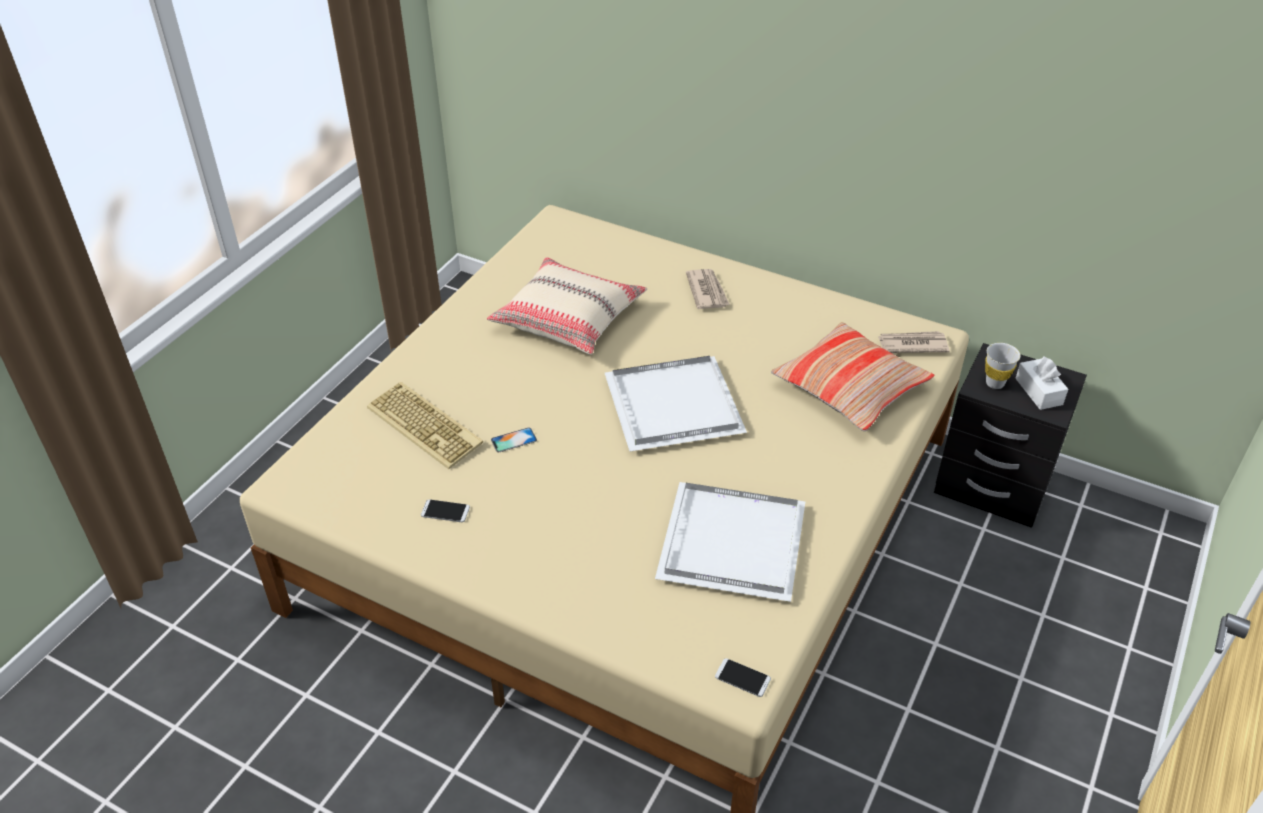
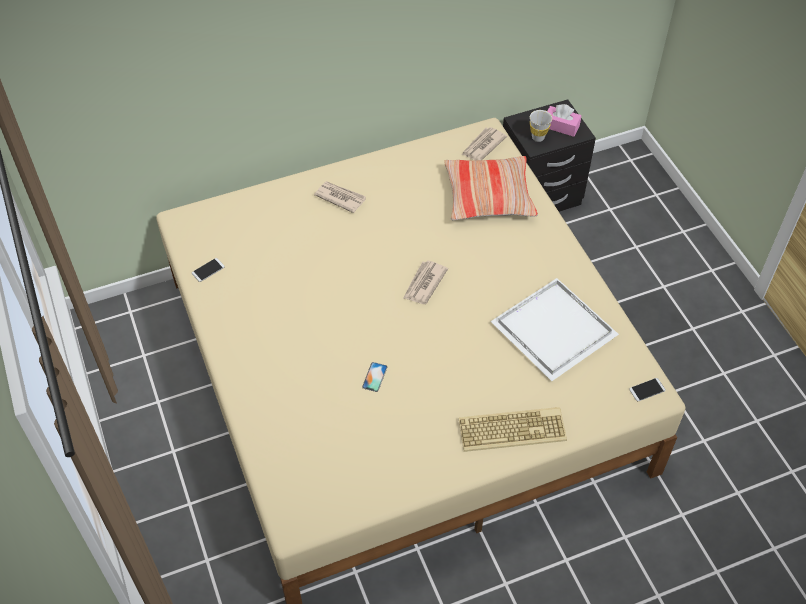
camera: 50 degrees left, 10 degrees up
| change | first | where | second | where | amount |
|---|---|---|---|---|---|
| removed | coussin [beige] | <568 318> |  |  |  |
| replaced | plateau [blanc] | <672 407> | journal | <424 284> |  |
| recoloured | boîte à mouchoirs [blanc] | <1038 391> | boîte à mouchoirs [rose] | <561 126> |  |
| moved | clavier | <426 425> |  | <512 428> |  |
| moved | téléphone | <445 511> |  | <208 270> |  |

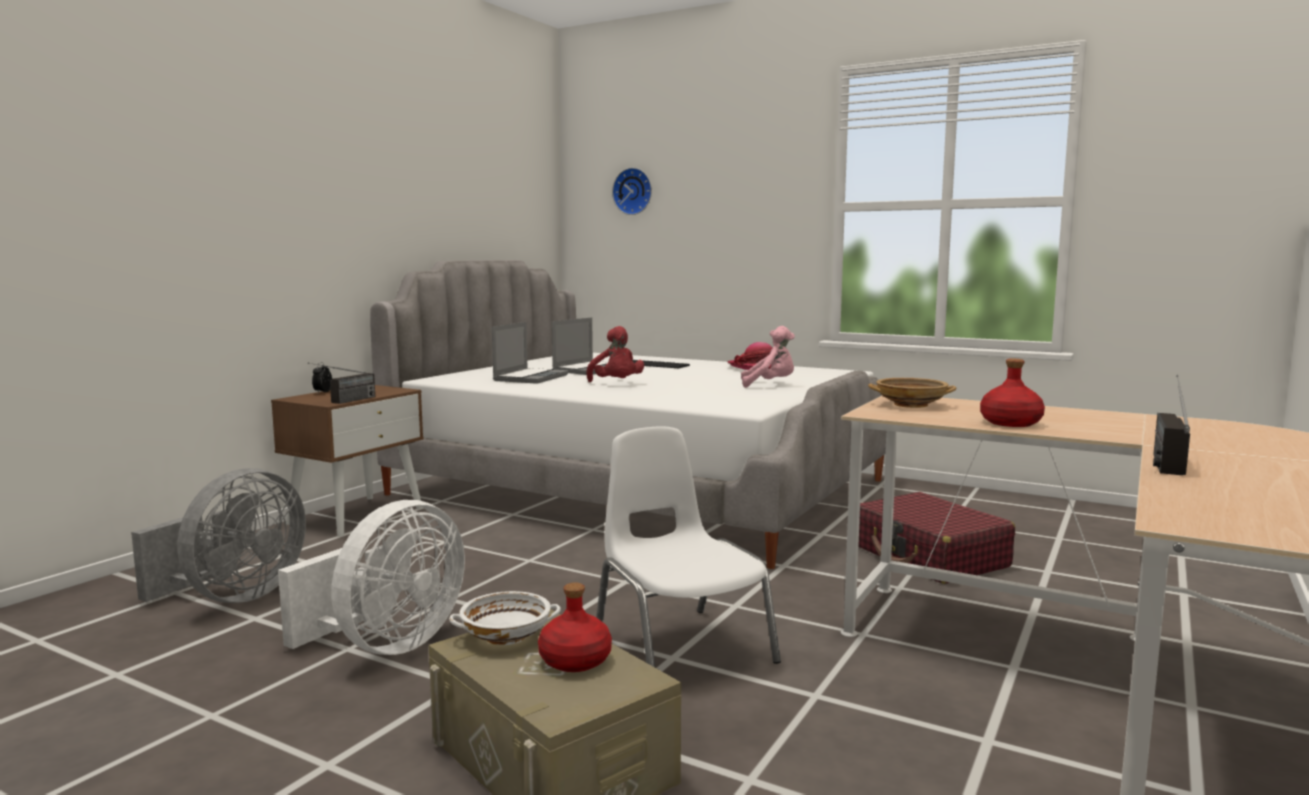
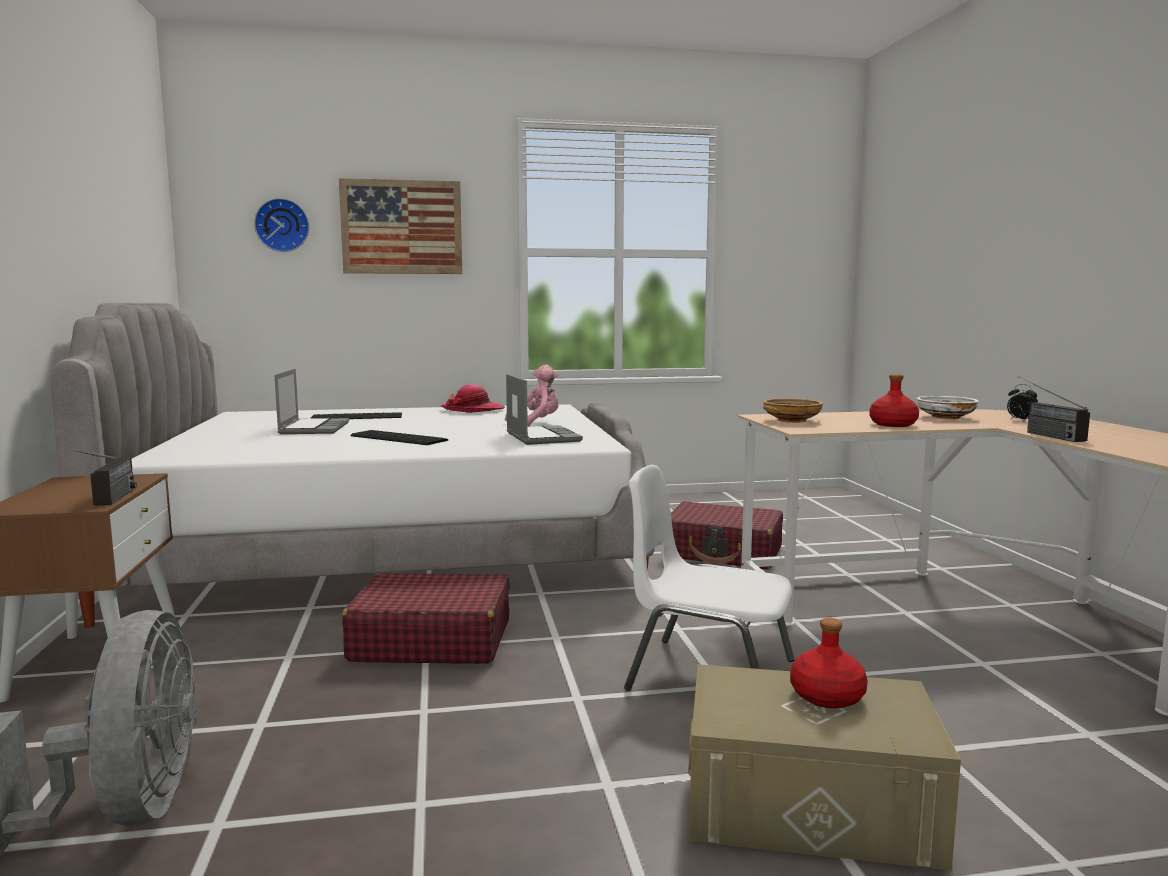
camera: 40 degrees left, 0 degrees up
| change | first | where | second | where | amount |
|---|---|---|---|---|---|
| moved | ordinateur portable | <530 377> |  | <541 437> |  |
| replaced | peluche [rouge] | <616 384> | clavier | <398 438> |  |
| moved | réveil | <322 392> |  | <1020 420> |  |
| removed | ventilateur [blanc] | <387 645> |  |  |  |
| moved | bol [blanc] | <507 635> |  | <945 417> |  |
| added |  |  | tableau | <402 227> |  |
| added |  |  | valise [rouge] | <431 640> |  |

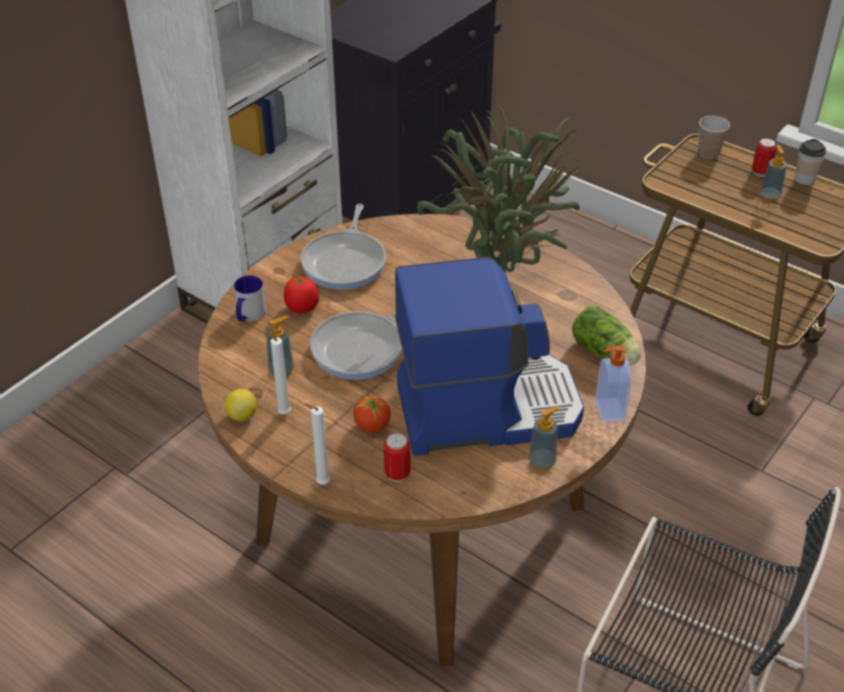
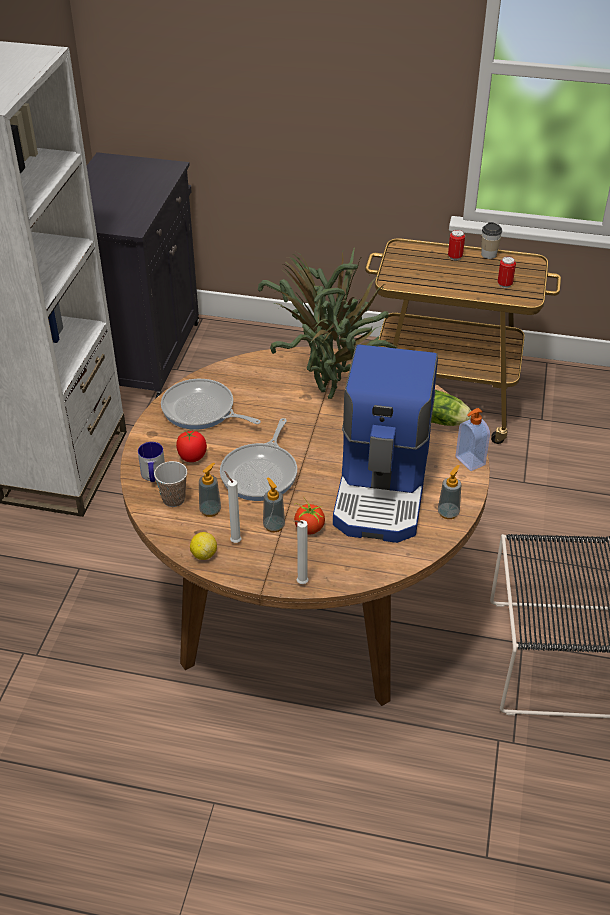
camera: 25 degrees left, 0 degrees up
| change | first | where | second | where | amount |
|---|---|---|---|---|---|
| moved | tasse | <708 153> |  | <173 499> |  |
| moved | distributeur de savon | <769 196> |  | <274 526> |  |
| turned | poêle | <345 262> |  | <201 411> | 135 degrees clockwise |
| turned | machine à café | <486 408> |  | <384 488> | 135 degrees clockwise |
| moved | boîte métallique | <397 474> |  | <504 284> |  |

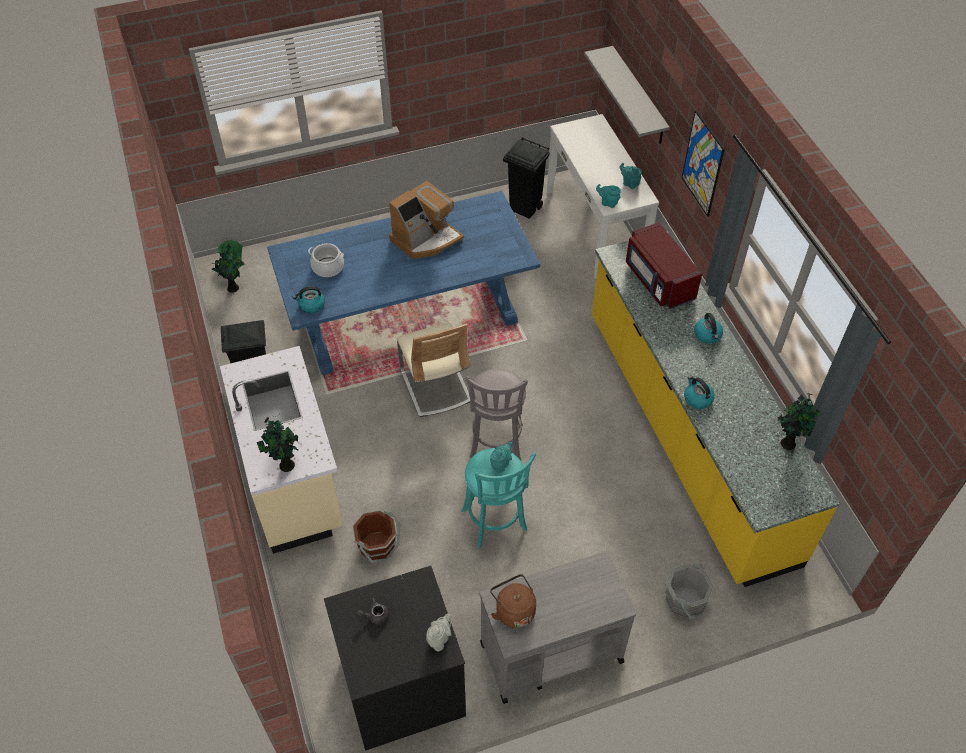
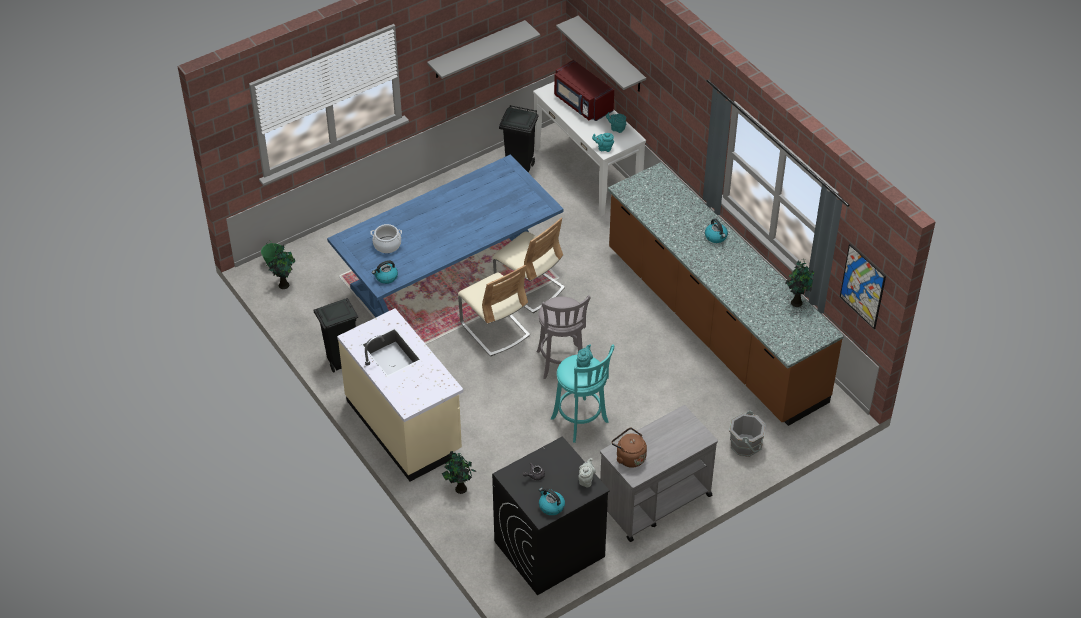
camera: 15 degrees left, 5 degrees down
| change | first | where | second | where | amount |
|---|---|---|---|---|---|
| moved | tableau | <702 164> |  | <862 286> |  |
| removed | machine à café | <426 239> |  |  |  |
| moved | micro-ondes [rouge] | <658 280> |  | <582 103> |  |
| recoloured | comptoir de cuisine [jaune] | <686 435> | comptoir de cuisine [marron] | <714 326> |  |
| moved | bouilloire | <697 398> |  | <551 506> |  |
| moved | plante en pot | <285 465> |  | <459 489> |  |
| removed | seau [marron] | <378 546> |  |  |  |
| added |  |  | étagère [gris] | <477 50> |  |
| added |  |  | chaise [beige] | <529 287> |  |

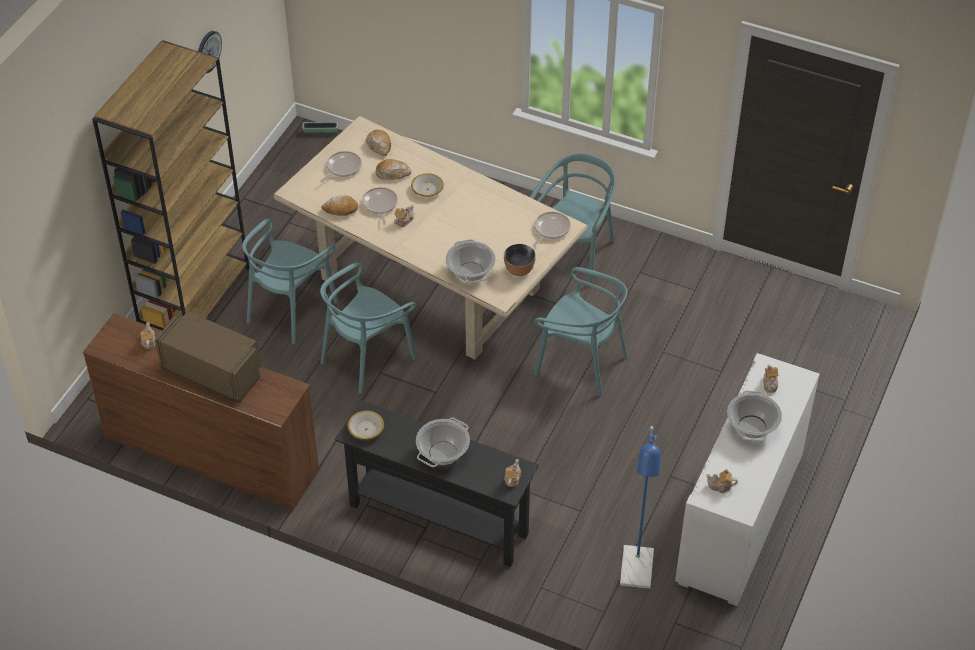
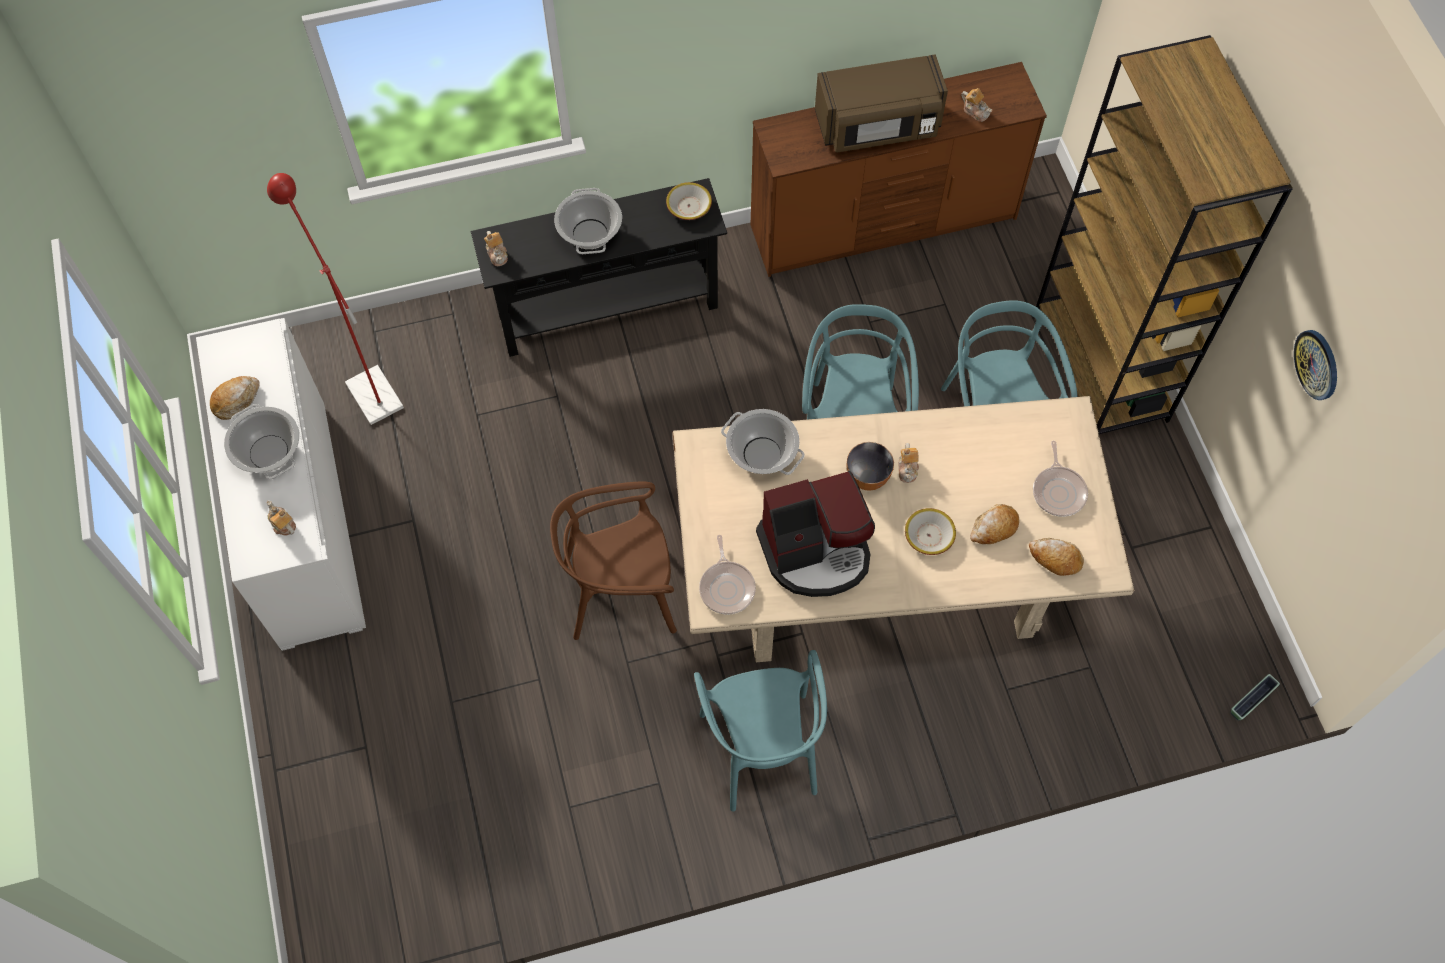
camera: 140 degrees right, 15 degrees up
| change | first | where | second | where | amount |
|---|---|---|---|---|---|
| removed | poêle | <380 205> |  |  |  |
| moved | pain | <340 210> |  | <236 400> |  |
| moved | bol | <519 270> |  | <868 477> |  |
| recoloured | chaise [turquoise] | <581 362> | chaise [marron] | <620 592> |  |
| recoloured | lampadaire [bleu] | <636 576> | lampadaire [rouge] | <369 387> |  |
| removed | théière | <720 486> |  |  |  |
| added |  |  | machine à café | <816 551> |  |

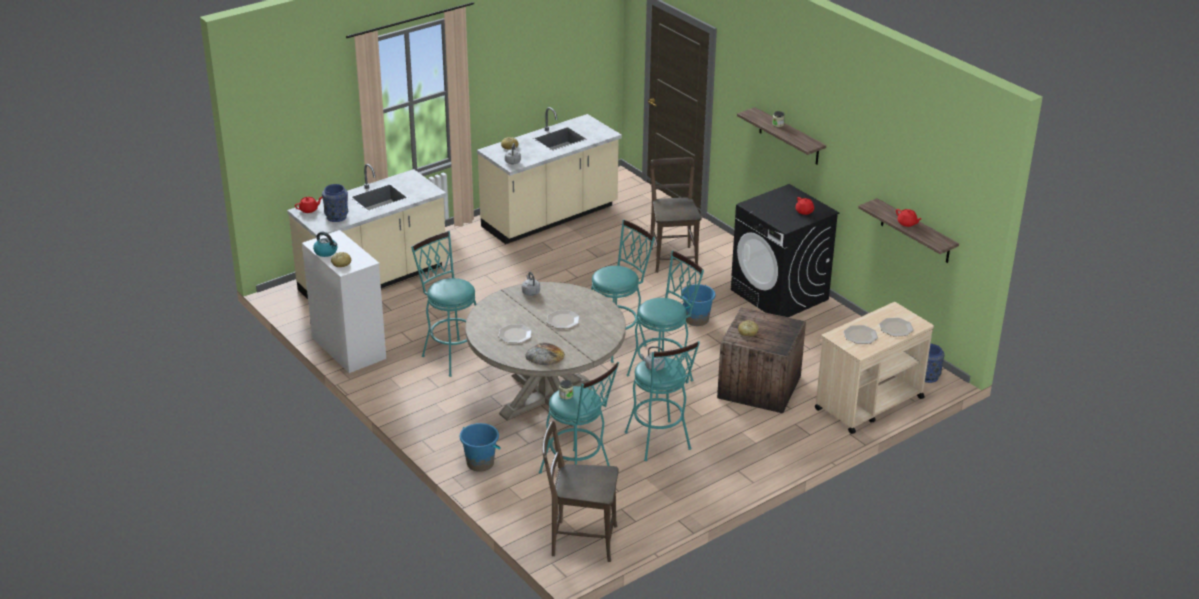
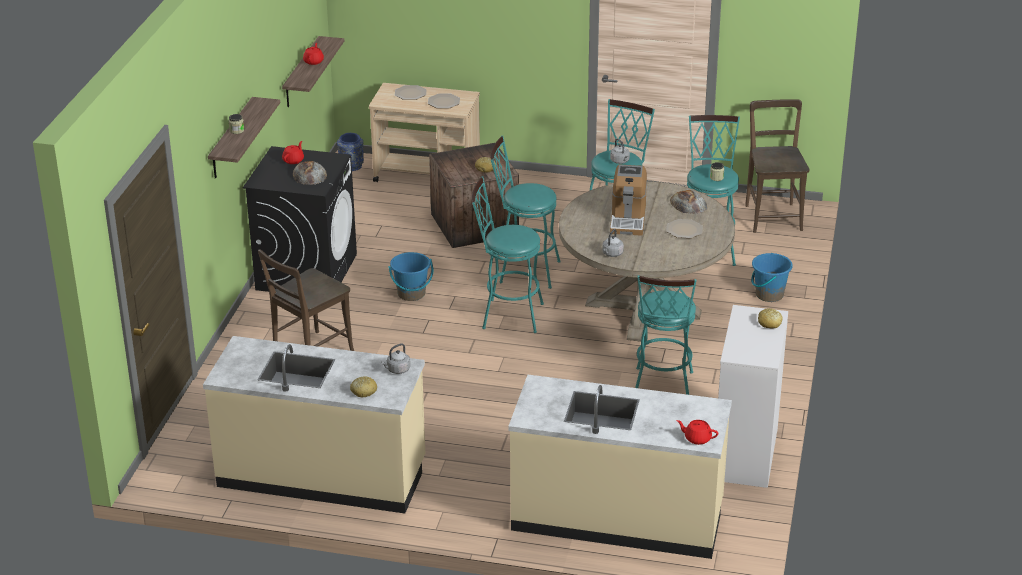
camera: 130 degrees left, 0 degrees up
| change | first | where | second | where | amount |
|---|---|---|---|---|---|
| removed | vase [bleu] | <336 216> |  |  |  |
| removed | bouilloire | <326 252> |  |  |  |
| replaced | assiette | <563 320> | machine à café | <628 219> |  |
| turned | chaise [marron] | <580 540> |  | <772 216> | 150 degrees counterclockwise |
| added |  |  | pain | <309 175> |  |

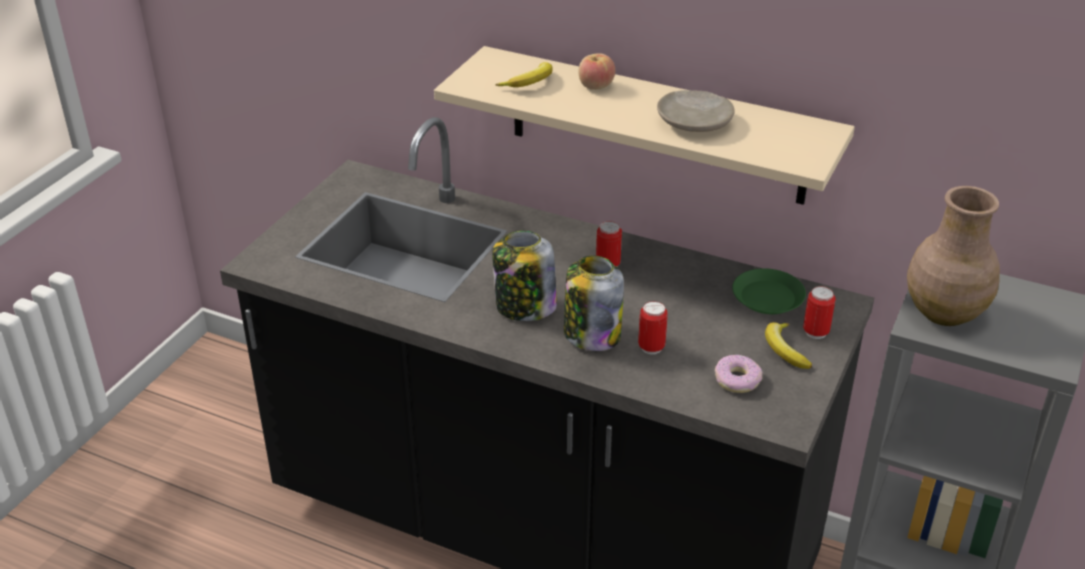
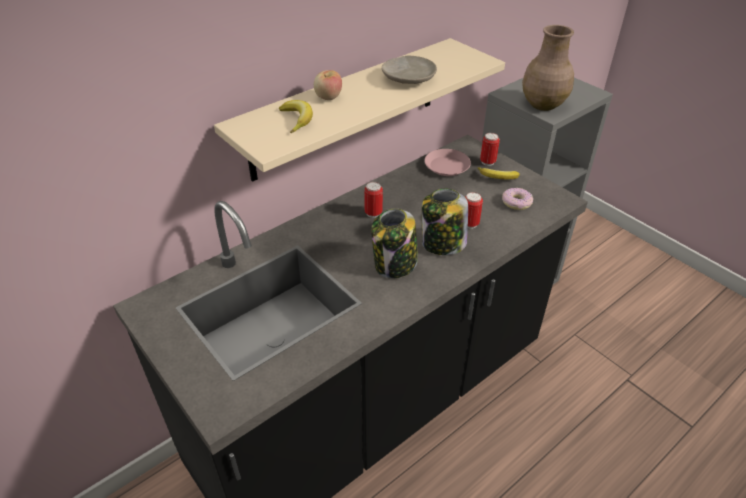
camera: 65 degrees left, 5 degrees up
| change | first | where | second | where | amount |
|---|---|---|---|---|---|
| recoloured | assiette [vert] | <768 297> | assiette [rose] | <446 166> |  |

